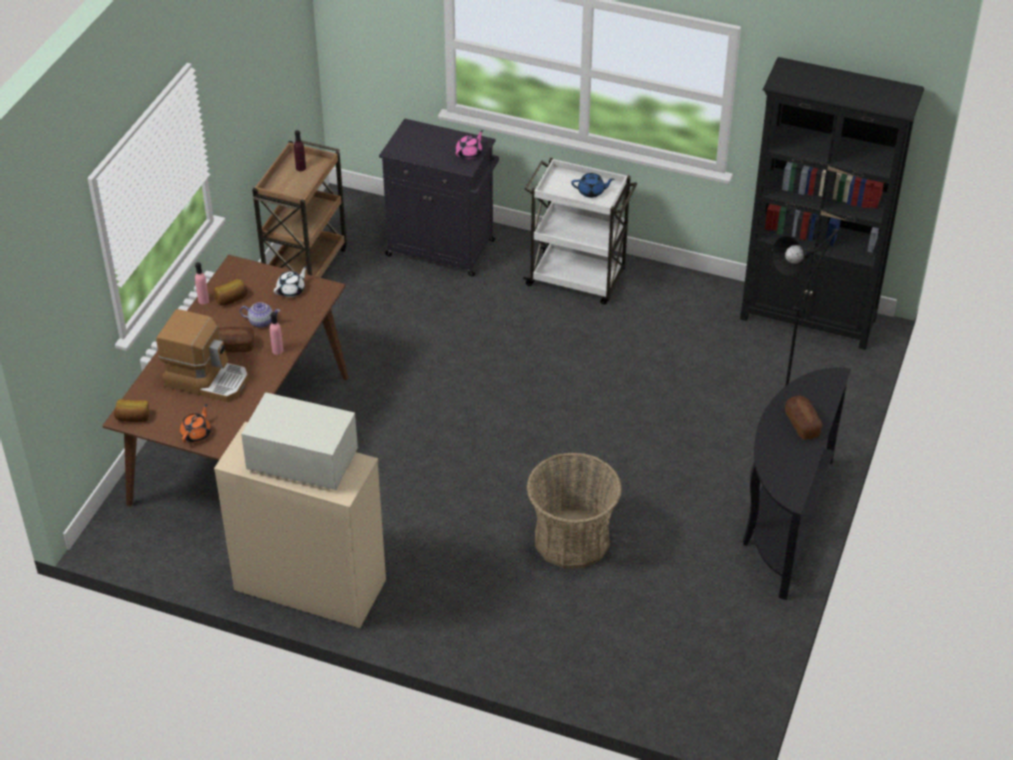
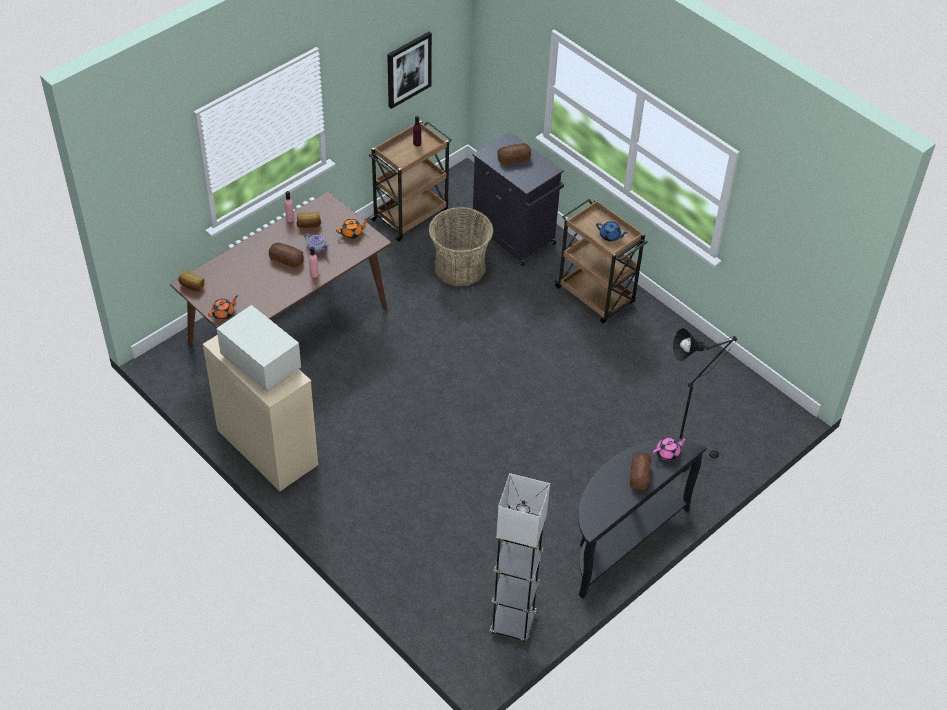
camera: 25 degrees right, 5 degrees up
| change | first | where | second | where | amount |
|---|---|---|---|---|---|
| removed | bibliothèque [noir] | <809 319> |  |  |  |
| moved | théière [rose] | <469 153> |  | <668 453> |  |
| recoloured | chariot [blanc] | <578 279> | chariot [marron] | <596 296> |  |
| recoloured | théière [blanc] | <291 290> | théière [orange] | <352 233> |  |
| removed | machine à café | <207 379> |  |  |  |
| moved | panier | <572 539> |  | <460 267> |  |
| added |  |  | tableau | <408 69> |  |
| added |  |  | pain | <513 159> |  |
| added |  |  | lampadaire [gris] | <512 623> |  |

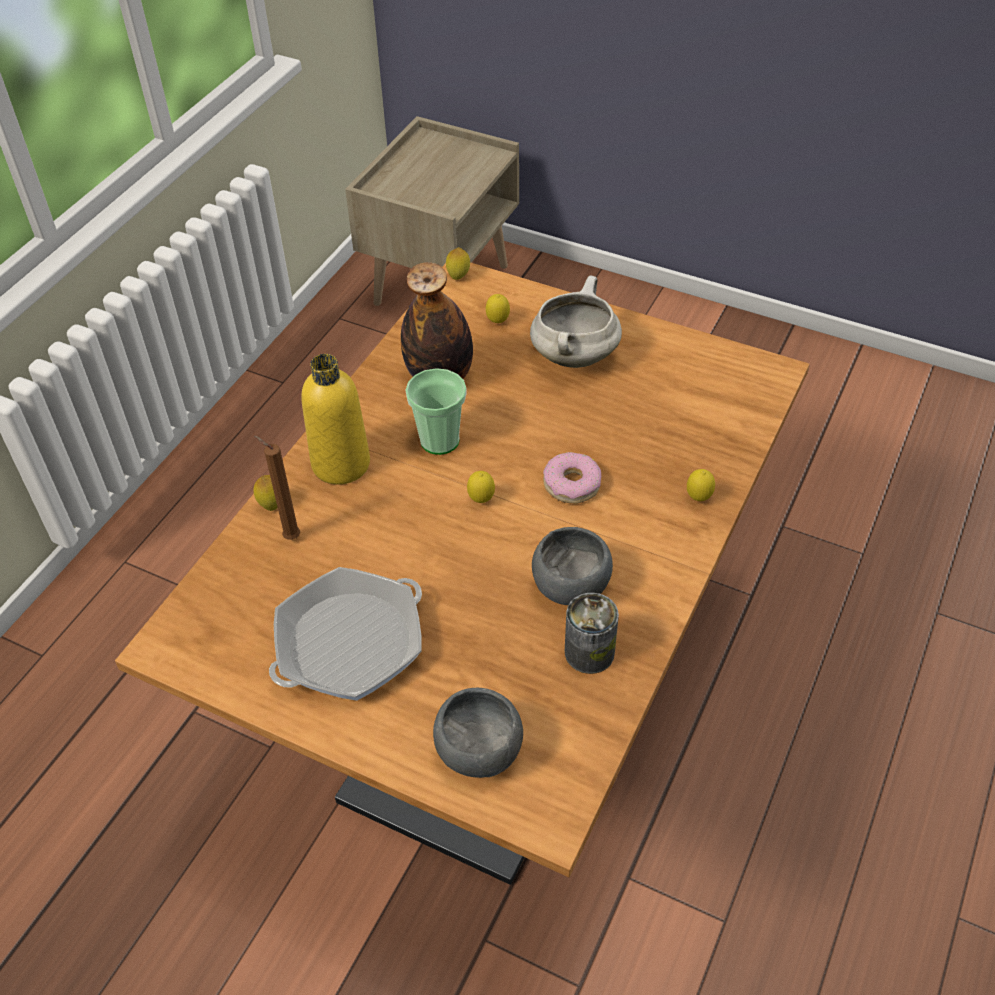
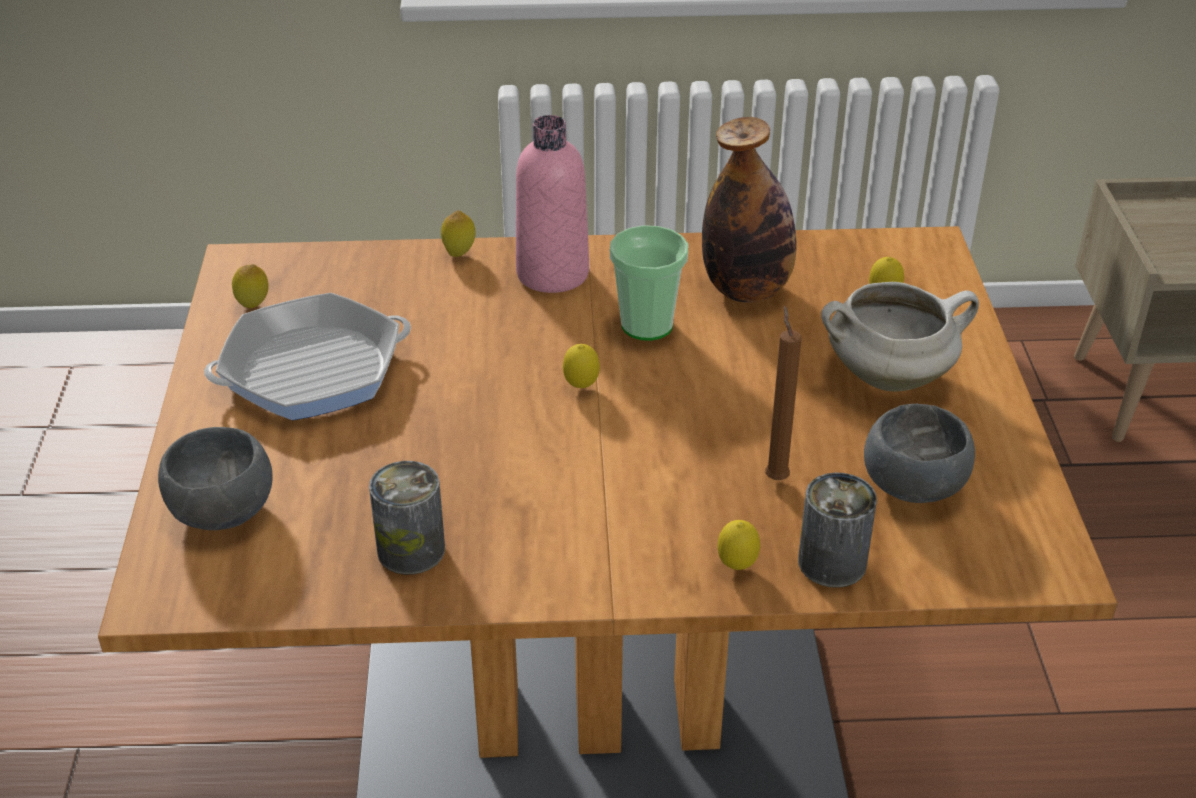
camera: 60 degrees right, 10 degrees down
| change | first | where | second | where | amount |
|---|---|---|---|---|---|
| moved | citron | <458 277> |  | <253 307> |  |
| recoloured | bouteille [jaune] | <341 464> | bouteille [rose] | <552 273> |  |
| moved | bougie [marron] | <289 537> |  | <775 477> |  |
| removed | beignet | <571 484> |  |  |  |
| moved | bol [gris] | <572 585> |  | <916 487> |  |
| turned | poêle | <349 643> |  | <312 370> | 135 degrees clockwise |
| added |  |  | boîte métallique | <832 563> |  |

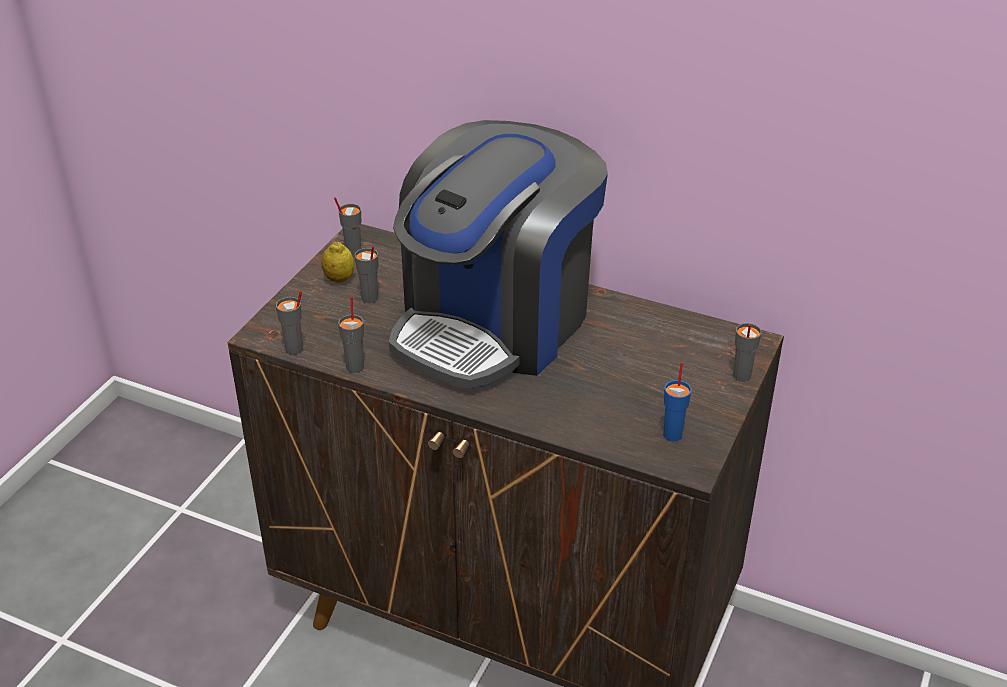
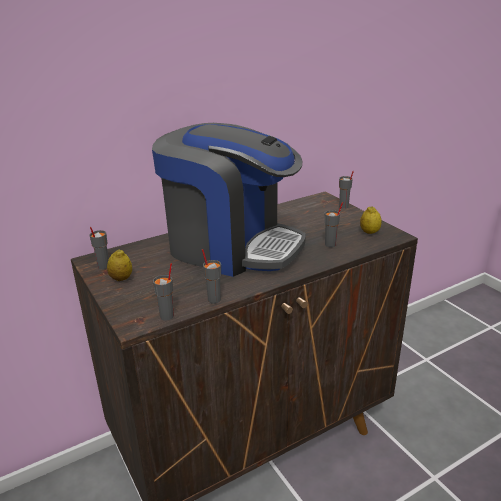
camera: 55 degrees left, 10 degrees down
| change | first | where | second | where | amount |
|---|---|---|---|---|---|
| turned | machine à café | <495 323> |  | <231 246> | 45 degrees counterclockwise |
| moved | tasse [gris] | <369 298> |  | <330 244> |  |
| replaced | tasse [bleu] | <673 434> | citron | <369 232> |  |

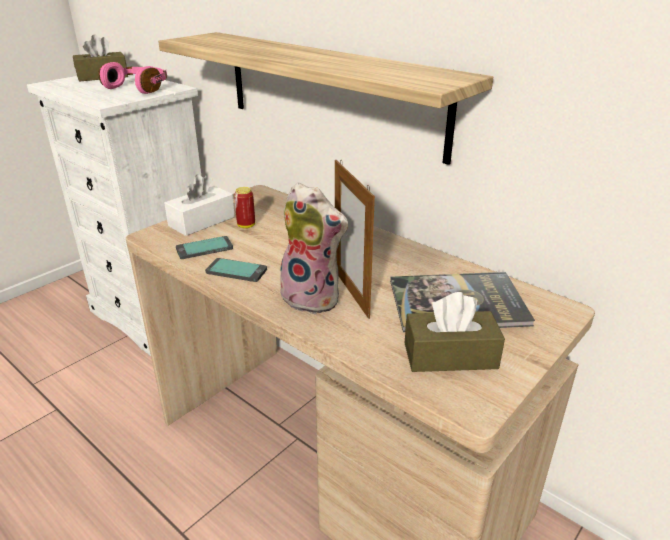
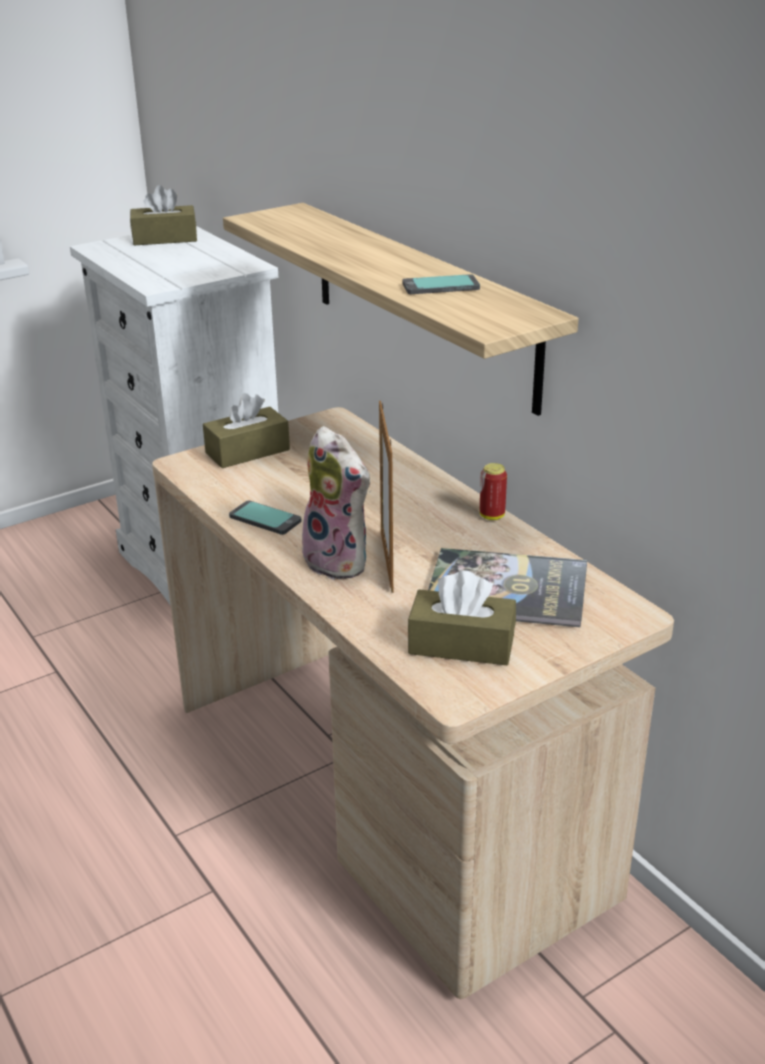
camera: 15 degrees right, 0 degrees up
| change | first | where | second | where | amount |
|---|---|---|---|---|---|
| removed | casque audio [rose] | <139 88> |  |  |  |
| recoloured | boîte à mouchoirs [blanc] | <202 221> | boîte à mouchoirs [marron] | <247 451> |  |
| moved | boîte métallique | <246 225> |  | <492 516> |  |
| moved | téléphone | <204 249> |  | <441 287> |  |

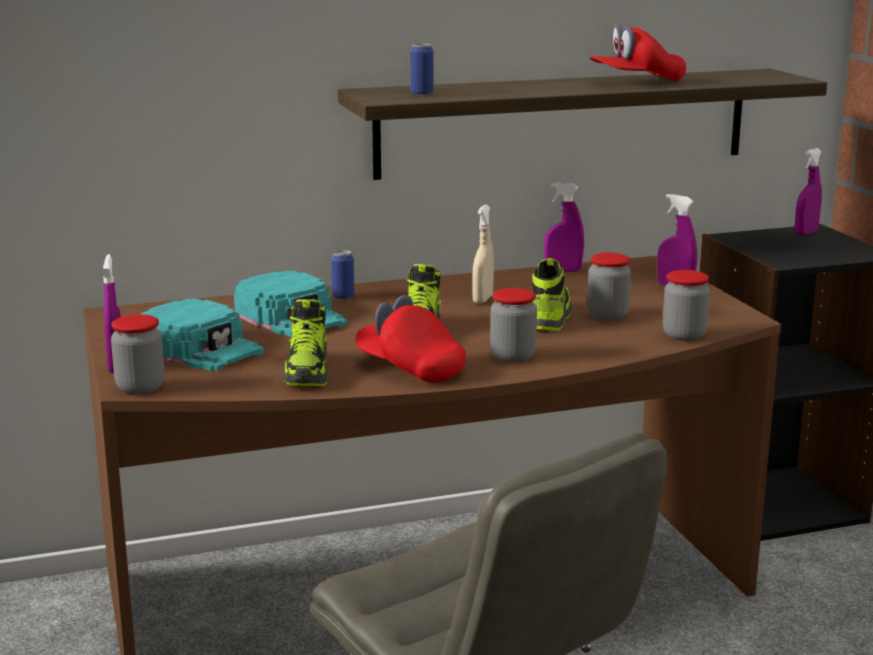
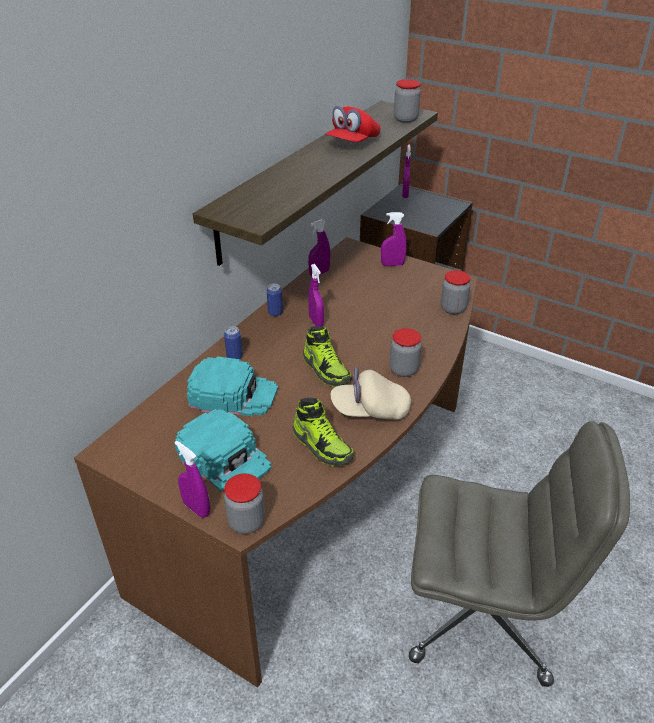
camera: 40 degrees left, 20 degrees up
| change | first | where | second | where | amount |
|---|---|---|---|---|---|
| moved | boîte métallique | <421 93> |  | <275 312> |  |
| recoloured | vaporisateur [beige] | <482 299> | vaporisateur [violet] | <316 321> |  |
| moved | bocal | <607 315> |  | <405 119> |  |
| removed | chaussure | <549 317> |  |  |  |
| recoloured | casquette [rouge] | <410 368> | casquette [beige] | <370 410> |  |
| turned | casquette [turquoise] | <201 348> |  | <224 457> | 45 degrees clockwise |

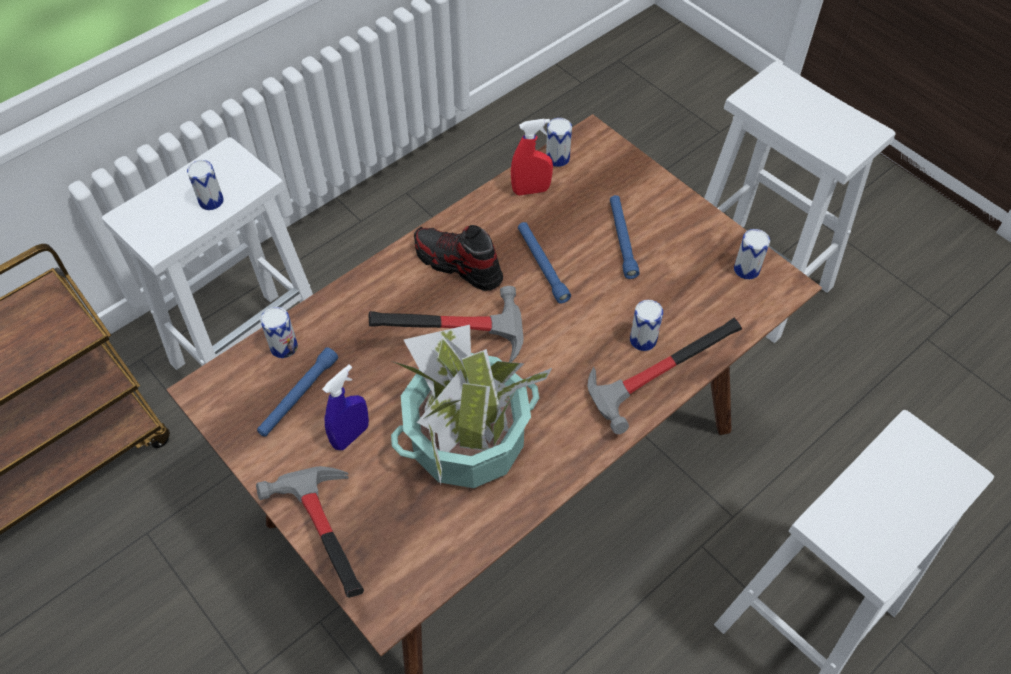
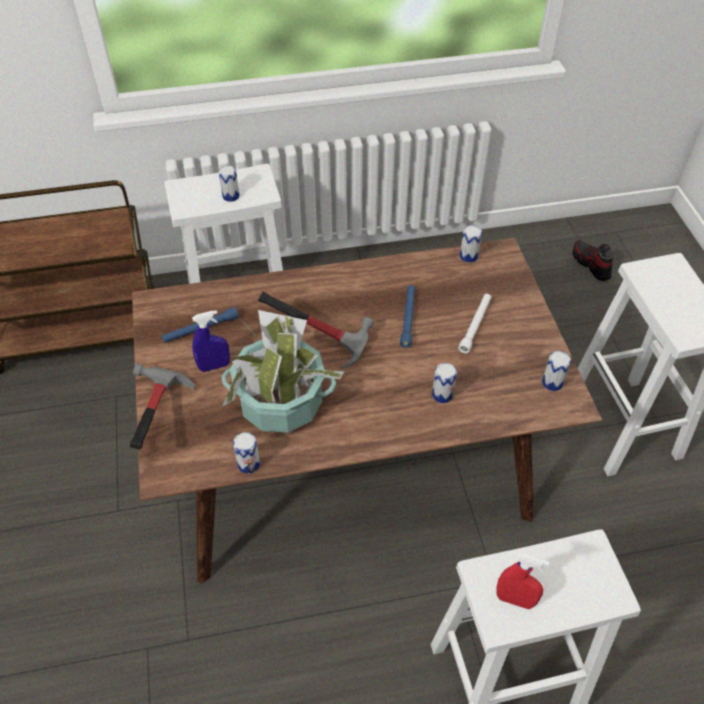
camera: 30 degrees right, 5 degrees down
| change | first | where | second | where | amount |
|---|---|---|---|---|---|
| moved | vaporisateur [rouge] | <531 190> |  | <515 600> |  |
| recoloured | lampe de poche [bleu] | <622 240> | lampe de poche [blanc] | <475 325> |  |
| moved | chaussure | <458 265> |  | <590 265> |  |
| moved | boîte métallique | <284 347> |  | <249 464> |  |
| removed | marteau | <654 392> |  |  |  |

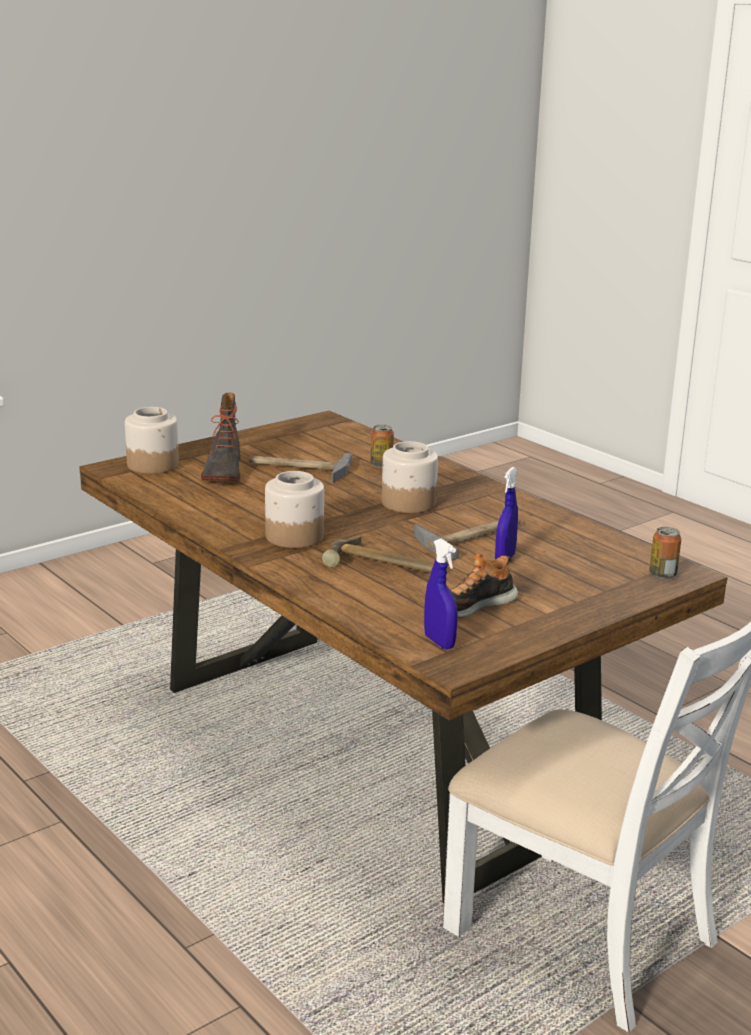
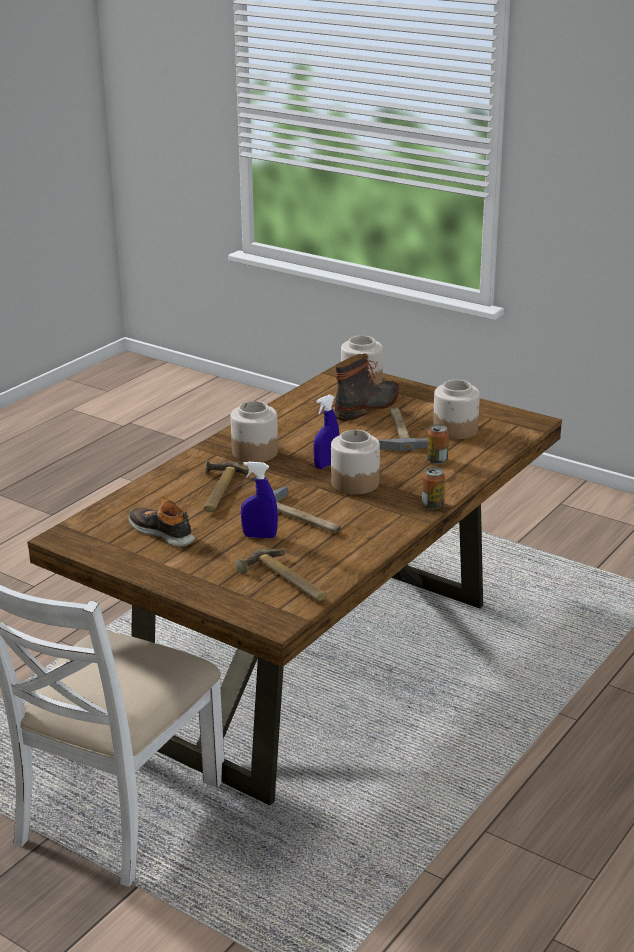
camera: 75 degrees right, 5 degrees up
| change | first | where | second | where | amount |
|---|---|---|---|---|---|
| turned | botte | <222 471> |  | <368 406> | 150 degrees clockwise |
| moved | boîte métallique | <662 574> |  | <432 505> |  |
| moved | vaporisateur [bleu] | <439 642> |  | <326 464> |  |
| added |  |  | bocal | <456 430> |  |
| added |  |  | marteau | <284 582> |  |

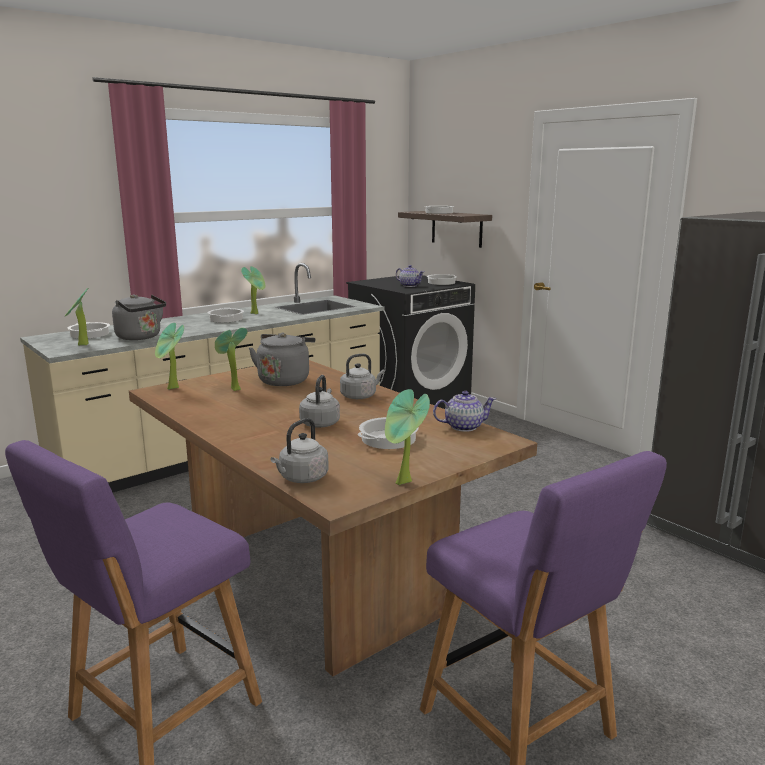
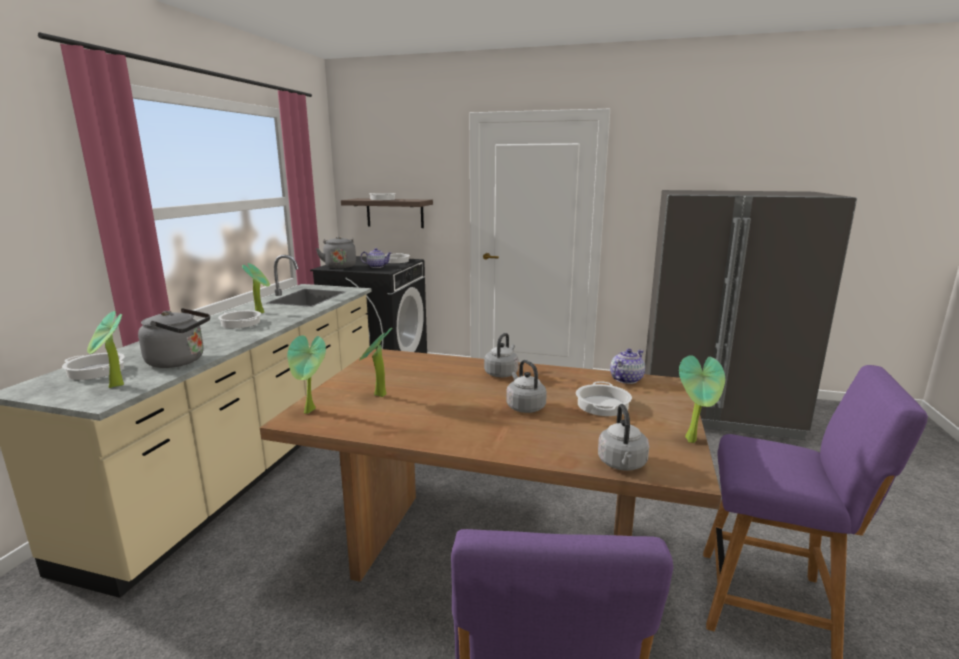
camera: 35 degrees left, 0 degrees up
| change | first | where | second | where | amount |
|---|---|---|---|---|---|
| moved | bouilloire [gris] | <285 380> |  | <340 266> |  |

